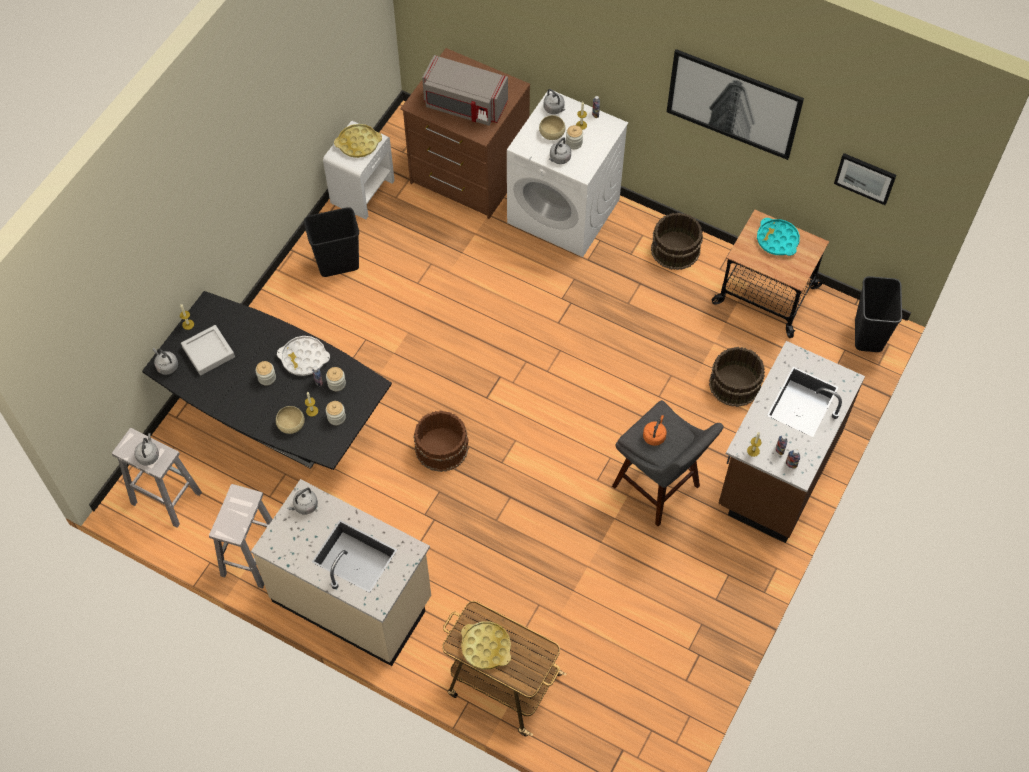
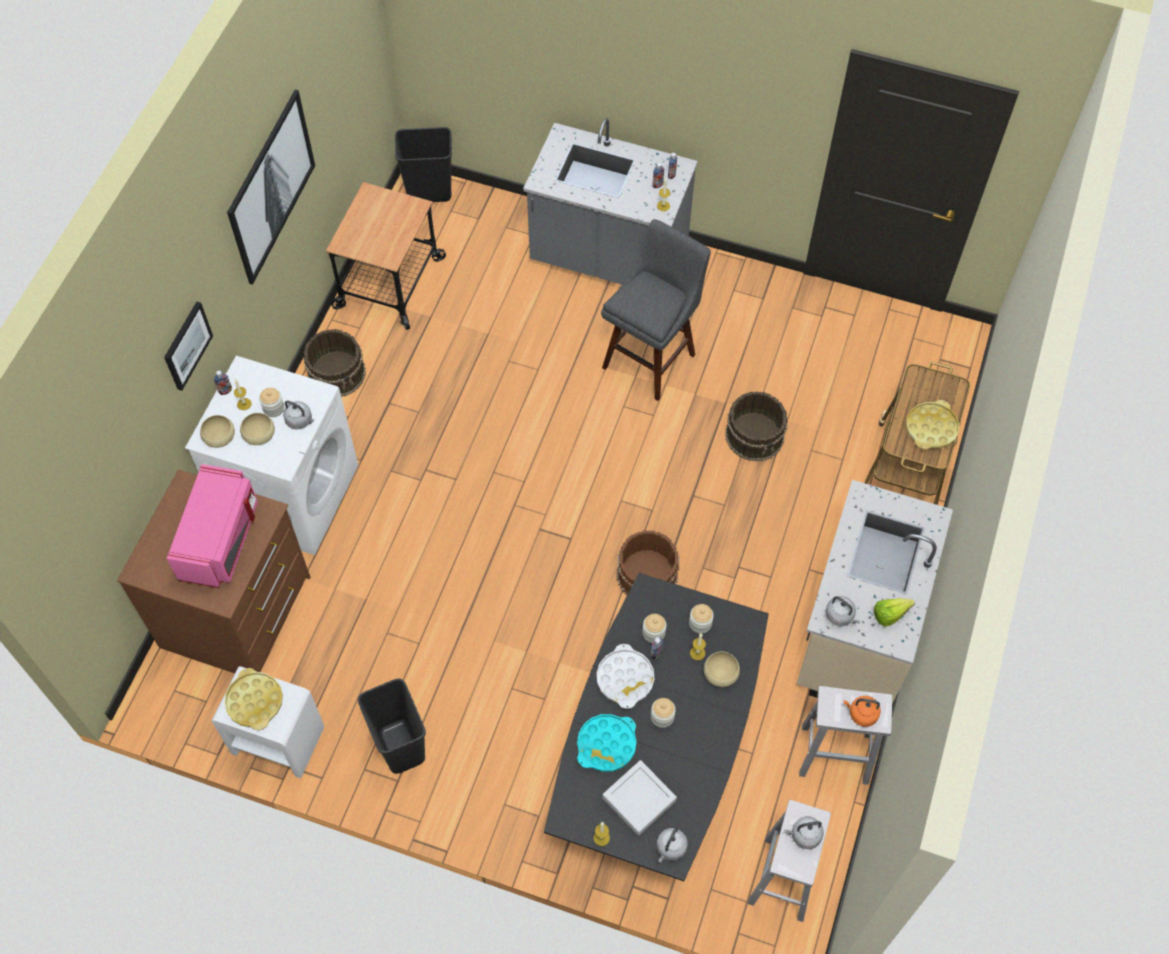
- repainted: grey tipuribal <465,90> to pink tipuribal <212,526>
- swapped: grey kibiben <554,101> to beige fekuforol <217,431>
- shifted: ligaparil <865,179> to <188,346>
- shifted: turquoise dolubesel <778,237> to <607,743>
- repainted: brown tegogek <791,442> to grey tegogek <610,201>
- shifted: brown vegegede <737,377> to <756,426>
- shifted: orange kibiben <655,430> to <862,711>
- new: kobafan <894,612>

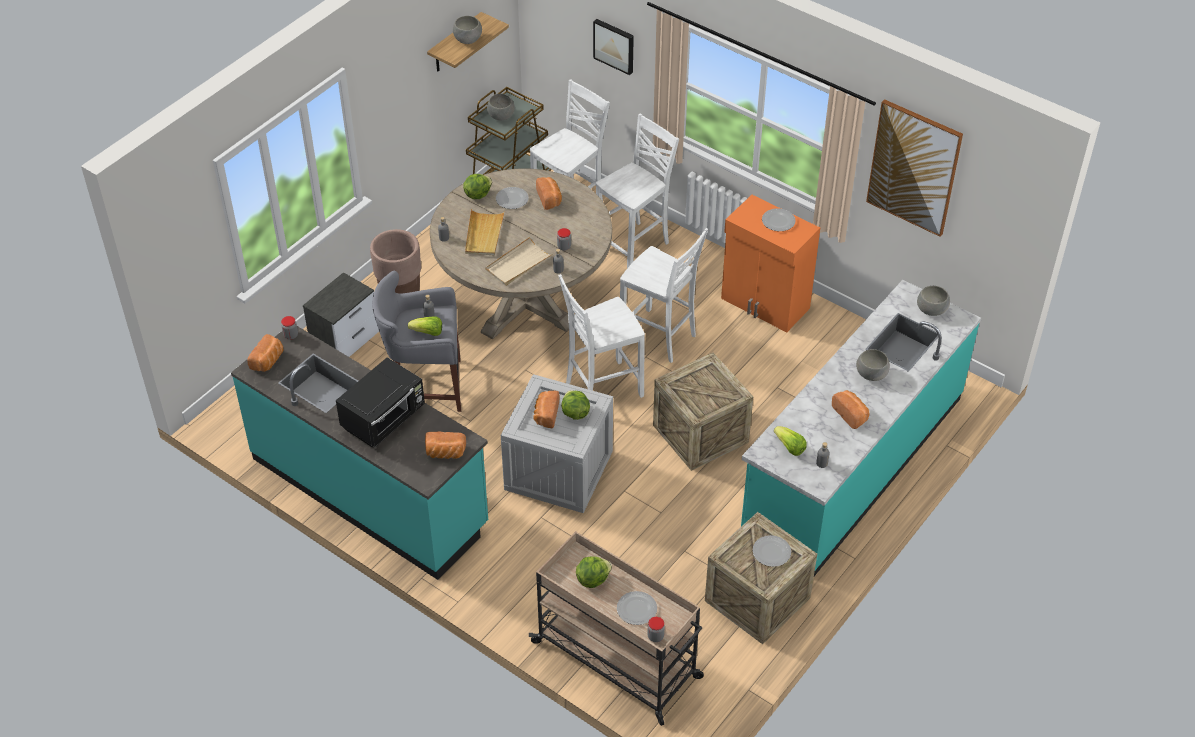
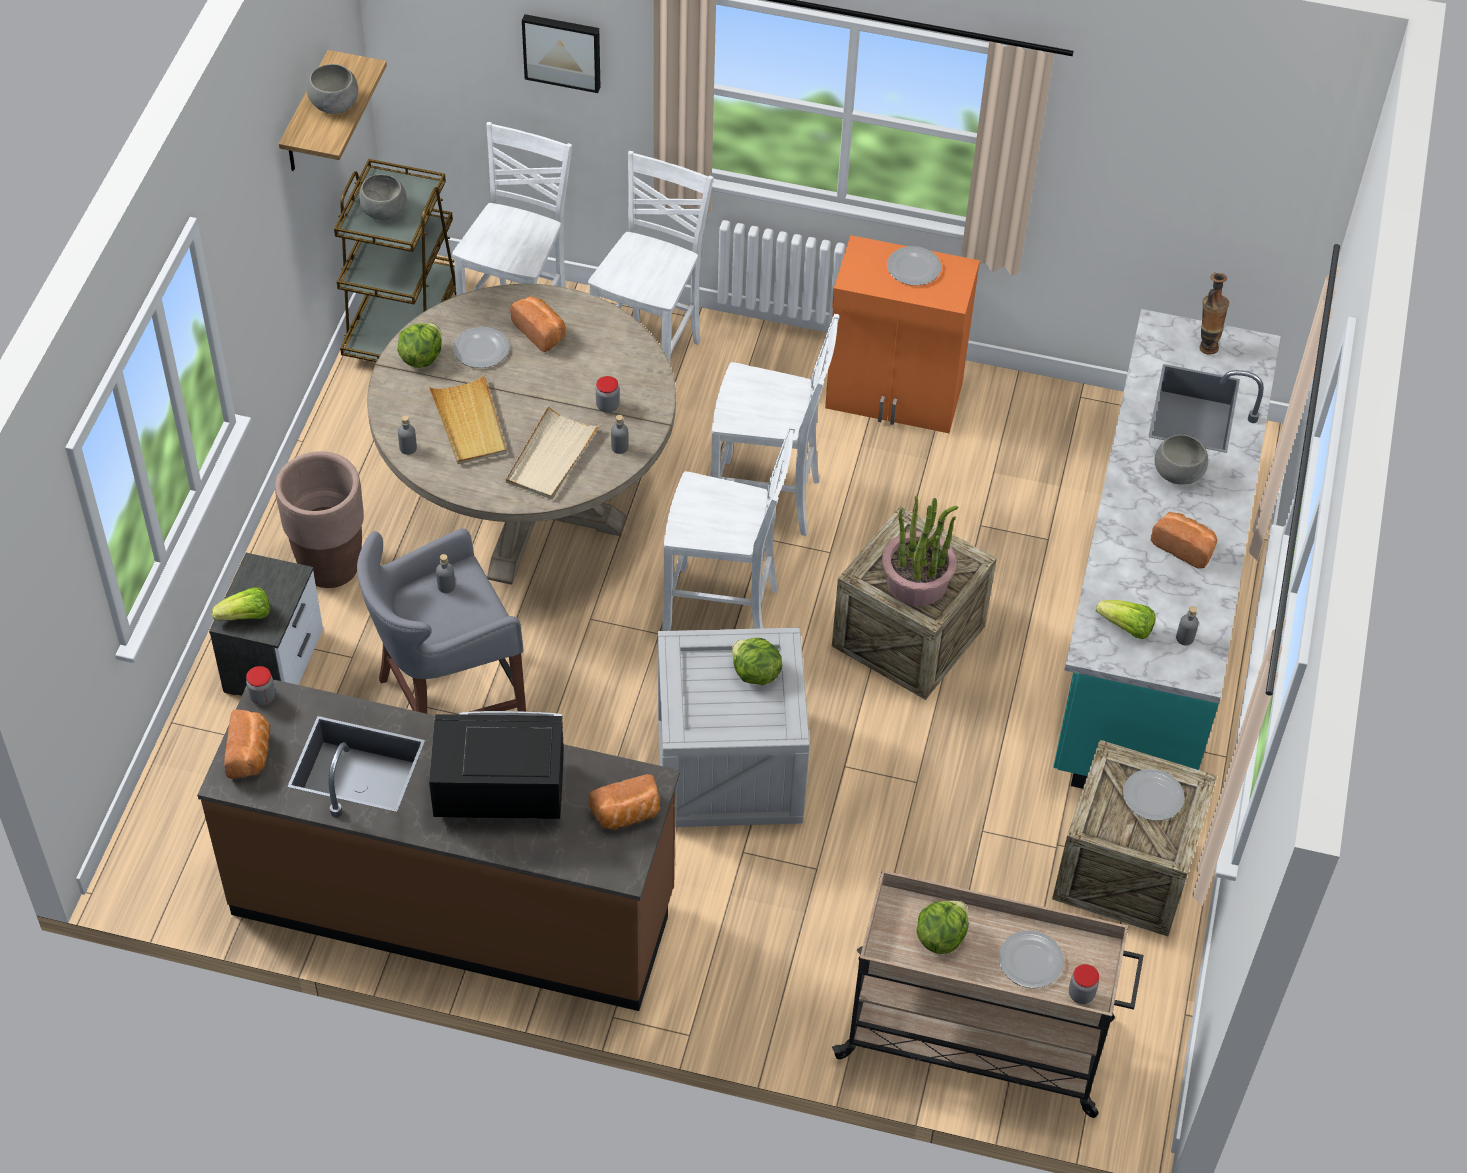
- gone: ligaparil <914,168>
- rotated: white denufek <601,336> = <728,528> 120 degrees counterclockwise
- swapped: grey fekuforol <933,301> to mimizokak <1214,314>
- shifted: kobafan <425,326> to <241,603>
- repainted: turquoise tegogek <359,453> to brown tegogek <438,845>
- rotated: black tipuribal <380,402> = <496,765> 105 degrees counterclockwise
- gone: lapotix <546,409>
- new: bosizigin <920,551>

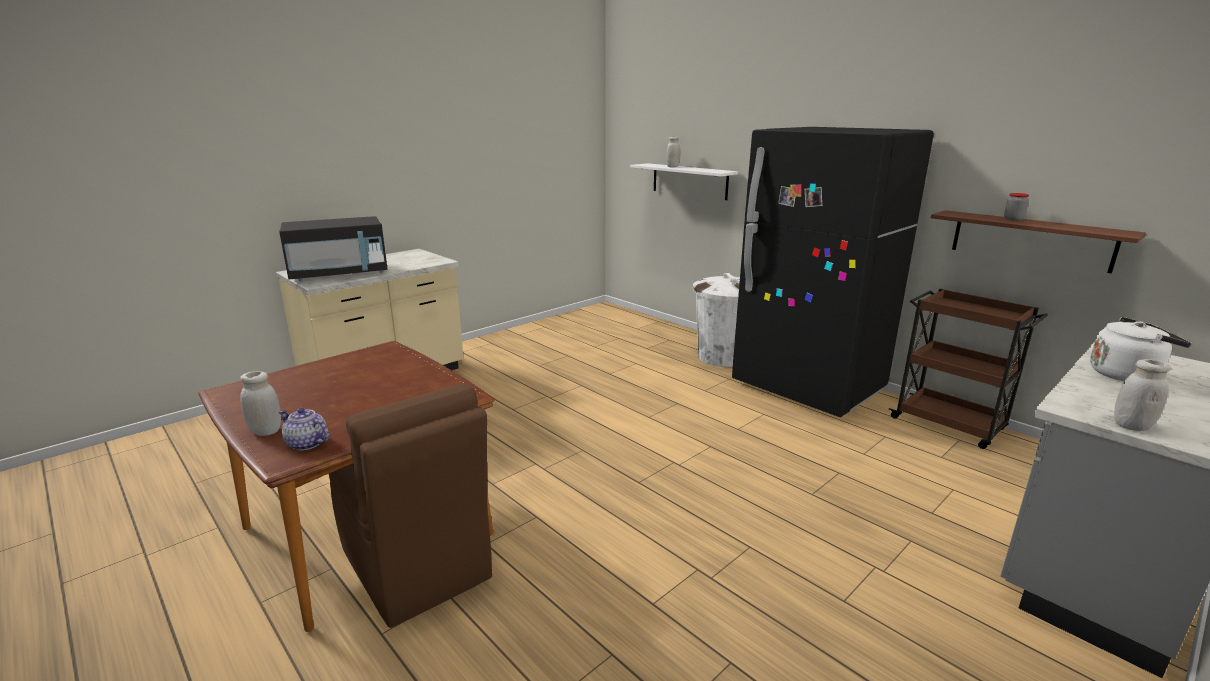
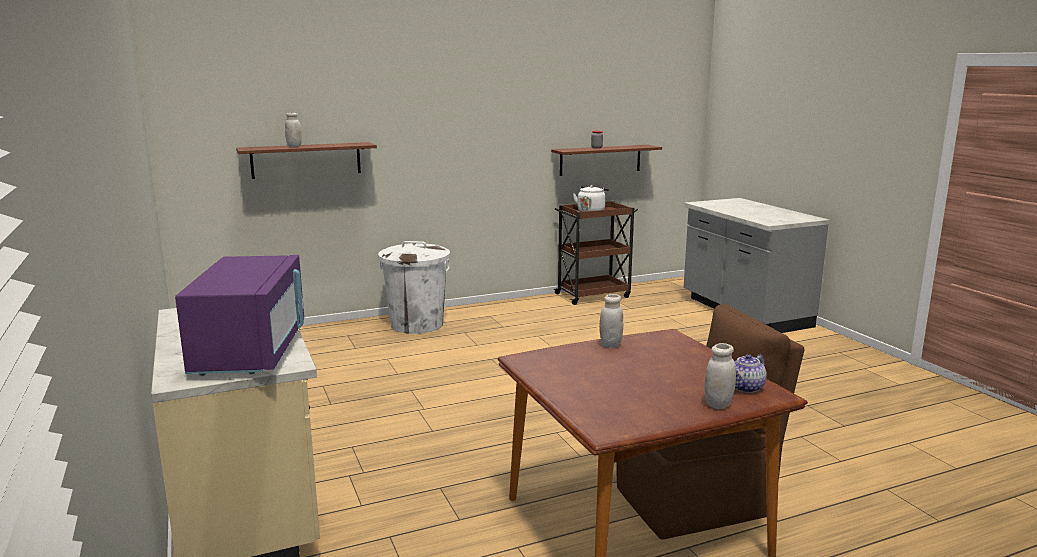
- gone: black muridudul <833,272>
- repainted: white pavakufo <684,181> to brown pavakufo <306,160>
- repainted: black tipuribal <333,248> to purple tipuribal <239,315>
- shifted: white kibiben <1141,349> to <591,198>
- shifted: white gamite <1142,395> to <611,321>

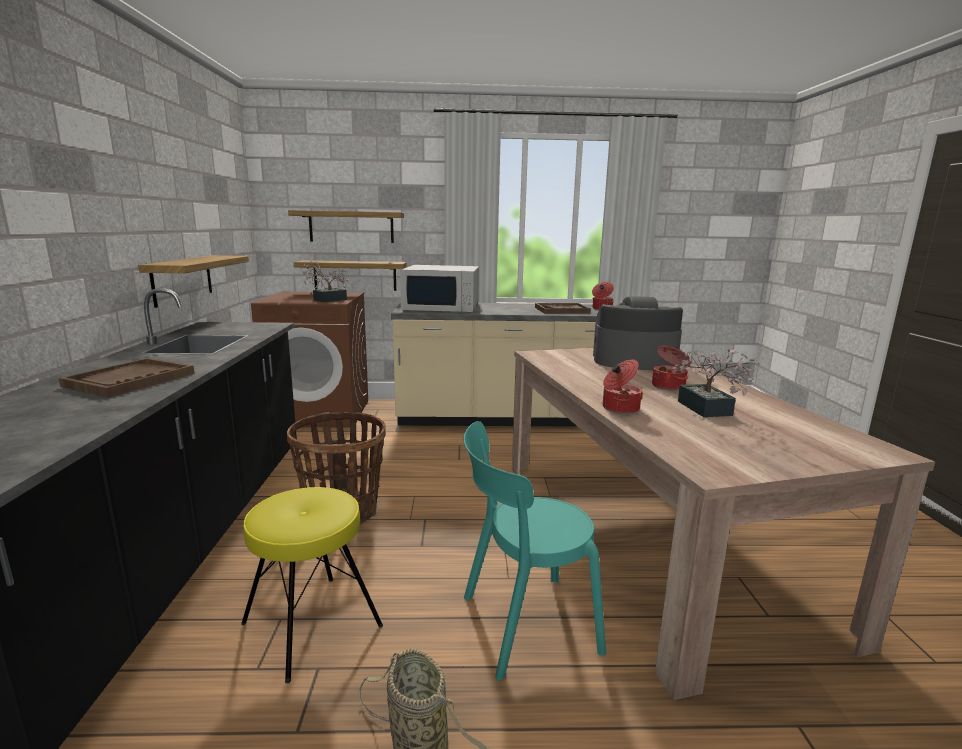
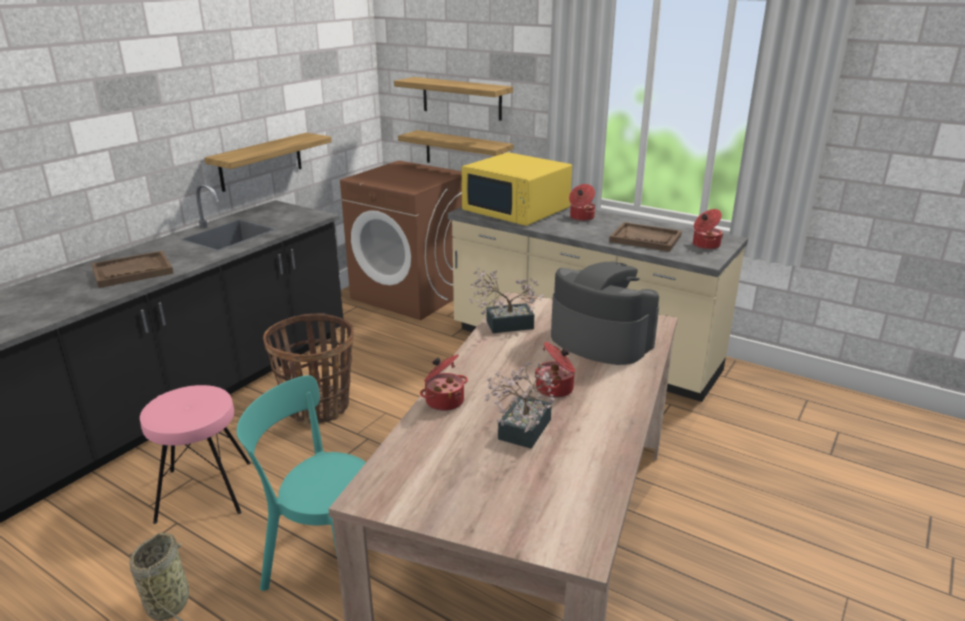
- shifted: bosizigin <326,282> to <506,300>
- repainted: white tipuribal <439,288> to yellow tipuribal <517,189>
- repainted: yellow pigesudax <312,585> to pink pigesudax <195,454>
- new: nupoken <582,202>

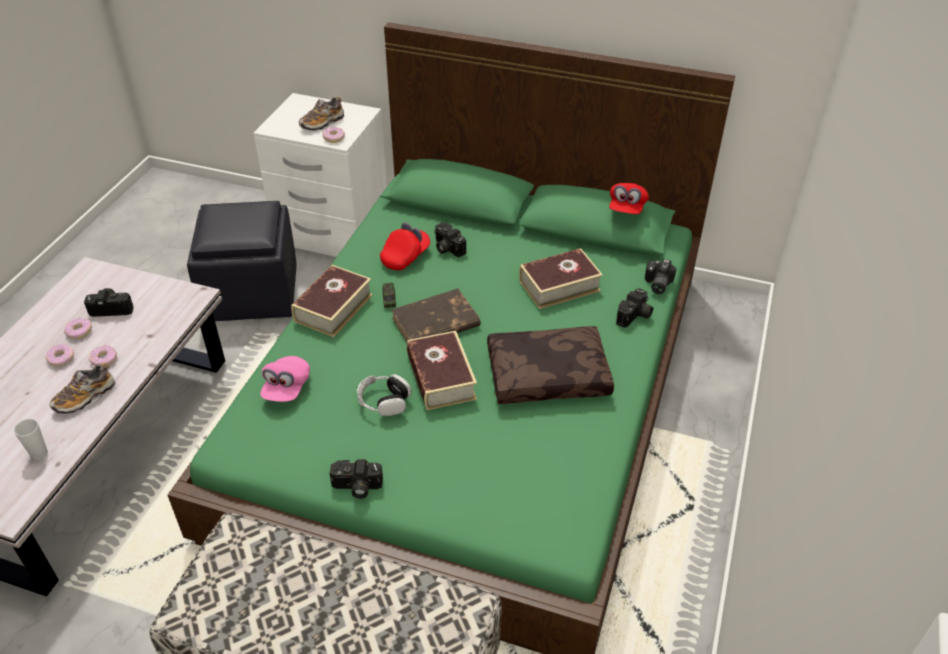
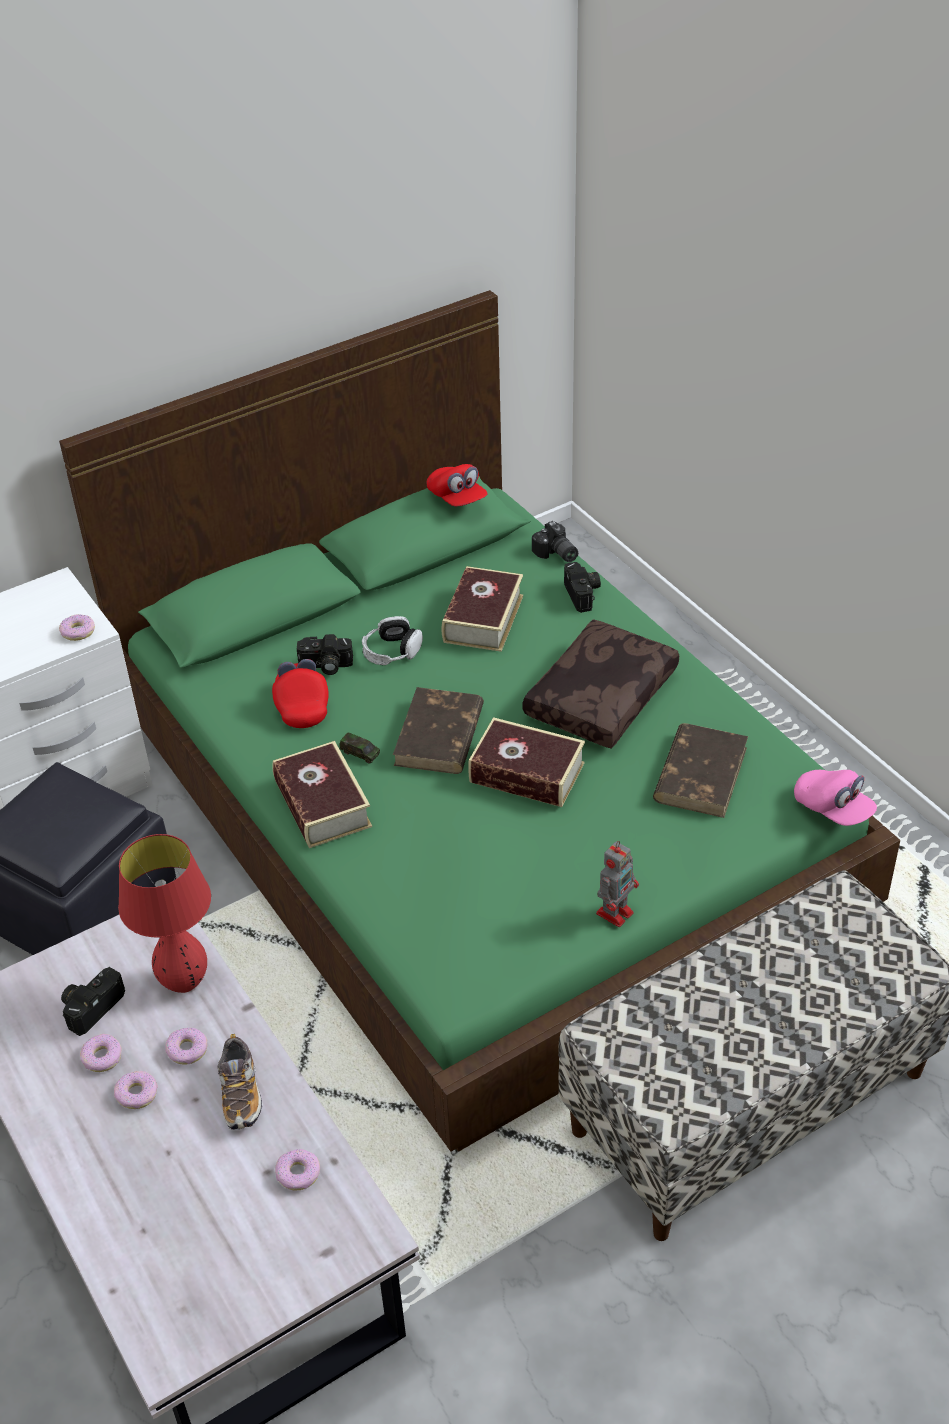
- gone: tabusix <322,113>
- shifted: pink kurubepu <285,379> to <835,798>
- shifted: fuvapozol <384,395> to <392,640>
- swapped: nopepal <31,439> to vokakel <297,1169>
- swapped: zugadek <356,479> to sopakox <617,884>
- new: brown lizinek <700,770>
- new: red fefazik <164,913>

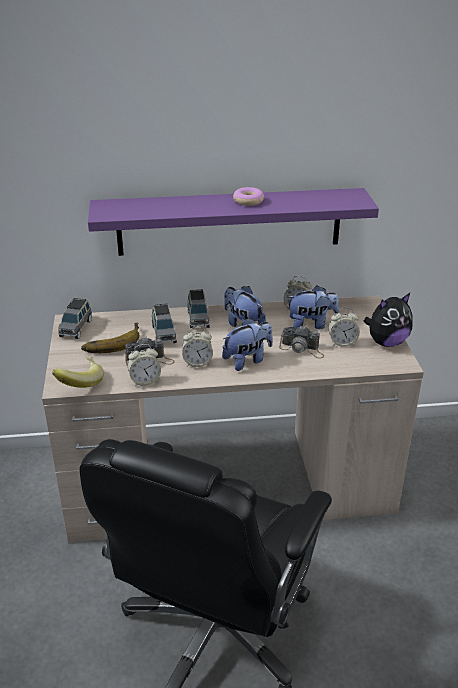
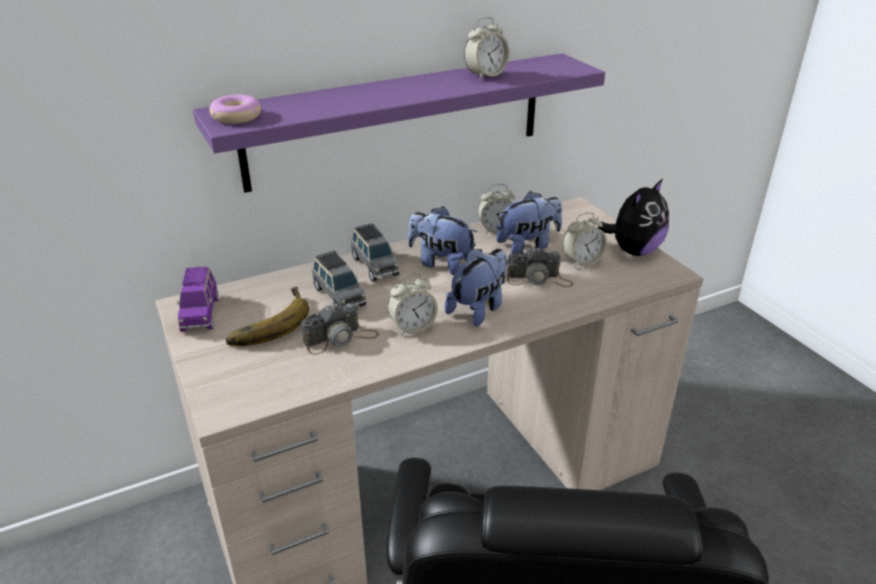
- shifted: vokakel <248,196> to <235,109>
- repainted: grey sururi <75,318> to purple sururi <197,299>
- shifted: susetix <144,365> to <487,48>
- gone: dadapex <78,372>

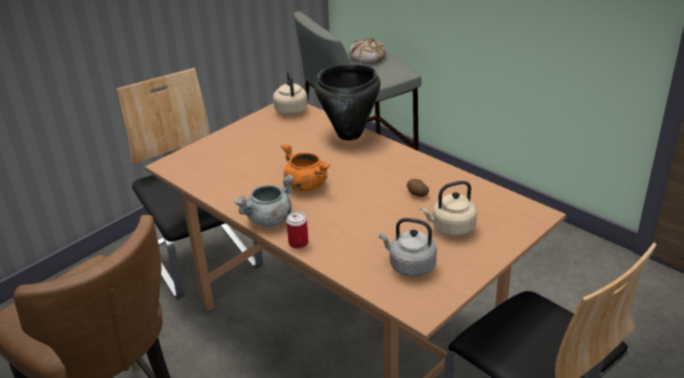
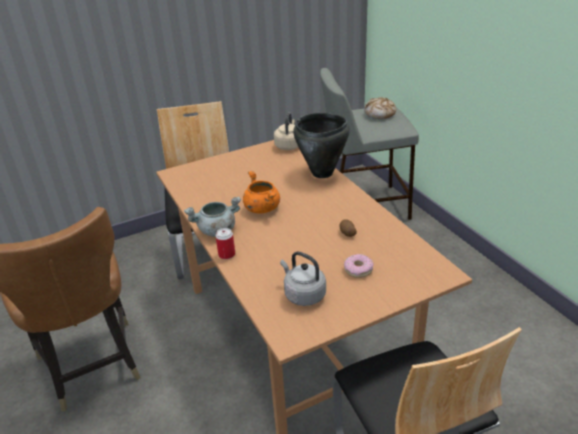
- swapped: beige kibiben <449,209> to vokakel <359,266>

